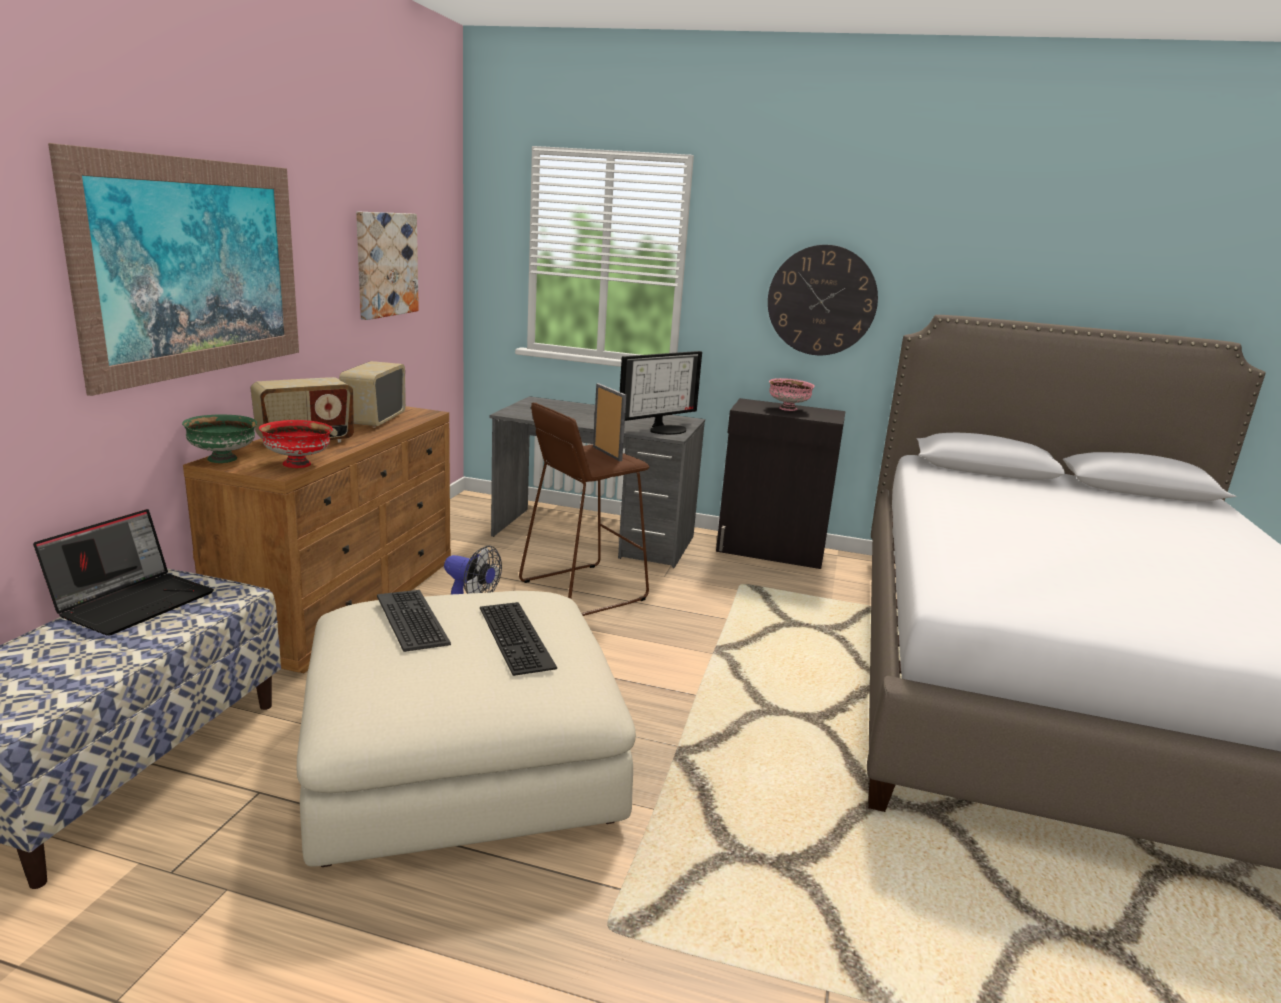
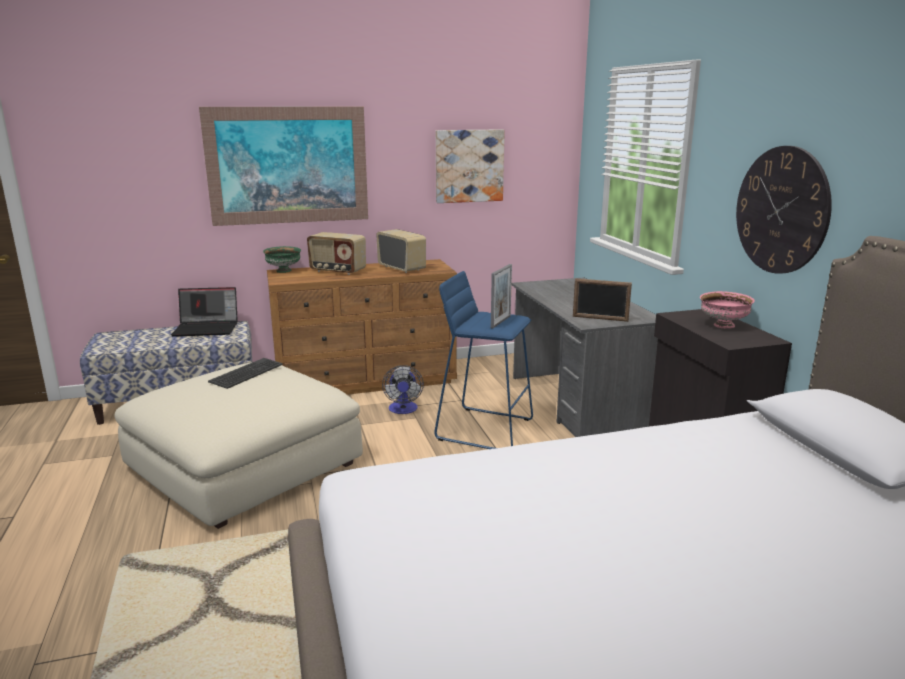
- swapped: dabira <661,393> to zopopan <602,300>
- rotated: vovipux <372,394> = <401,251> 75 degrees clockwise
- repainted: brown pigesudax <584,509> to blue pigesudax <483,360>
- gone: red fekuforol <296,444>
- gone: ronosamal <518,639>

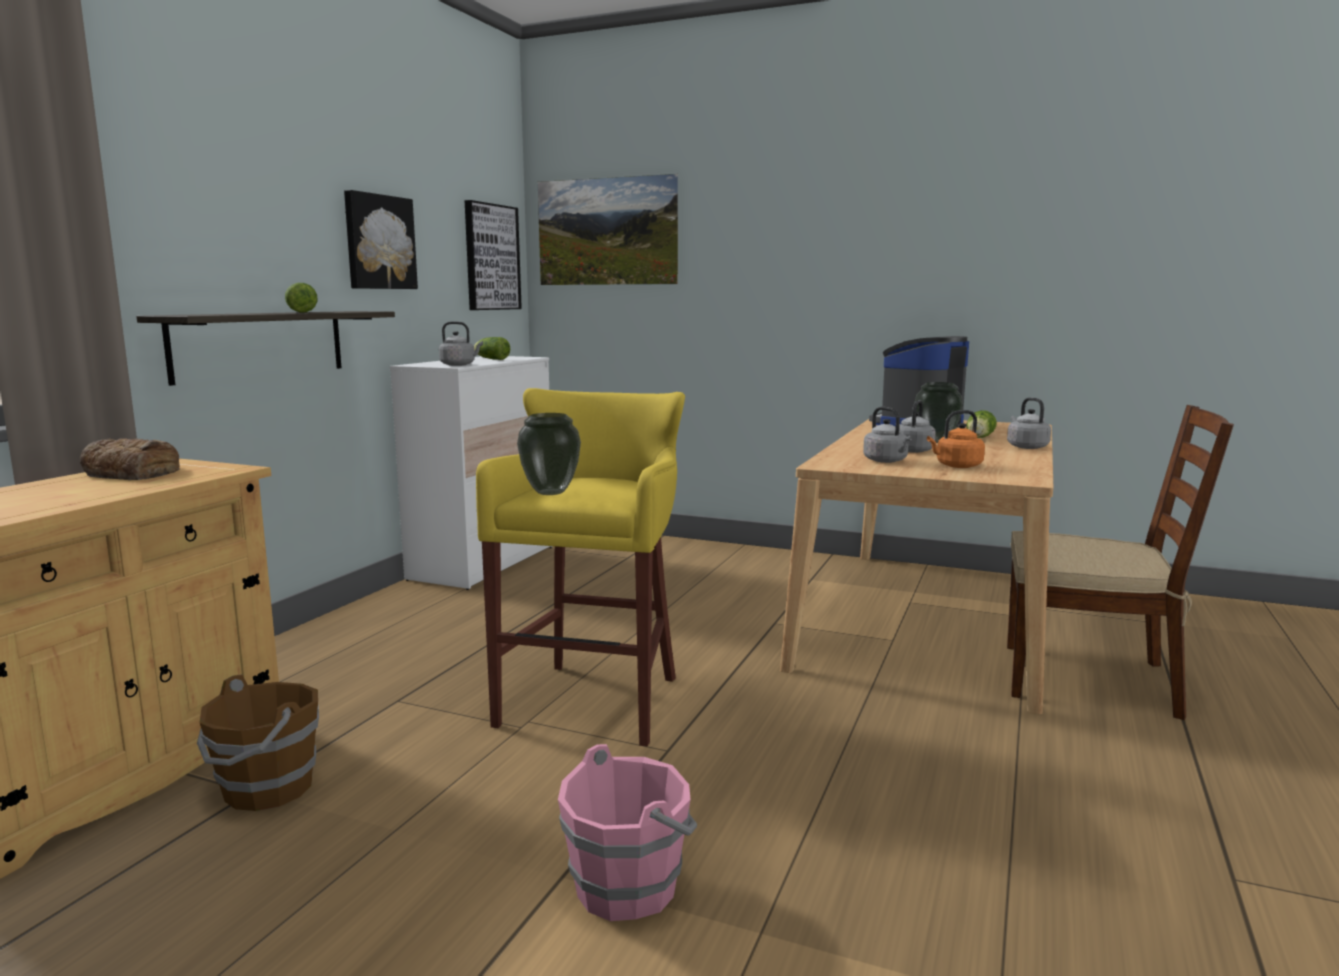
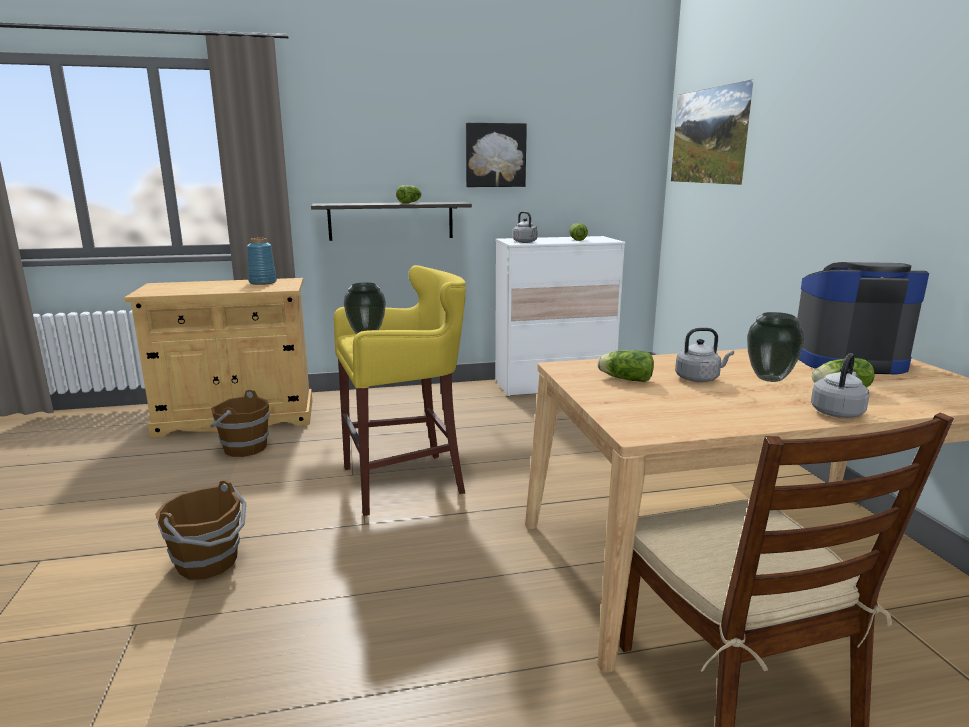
- gone: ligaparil <493,255>
- swapped: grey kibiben <887,435> to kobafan <626,366>
- gone: orange kibiben <956,439>
- swapped: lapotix <130,459> to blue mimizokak <262,261>
- repainted: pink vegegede <627,832> to brown vegegede <200,530>

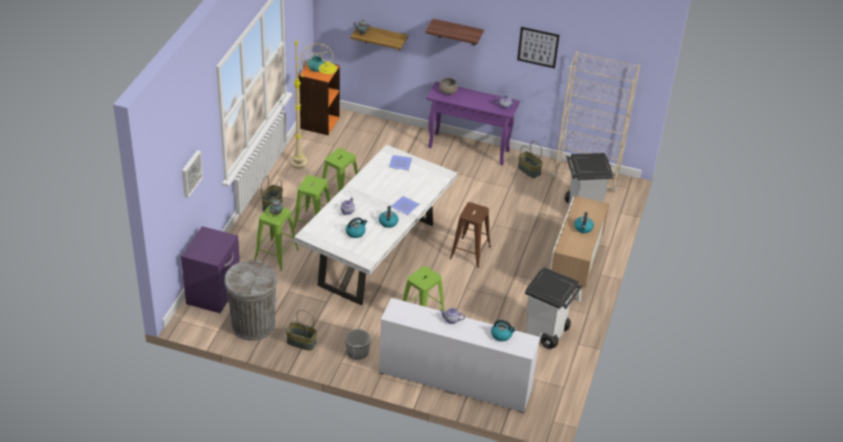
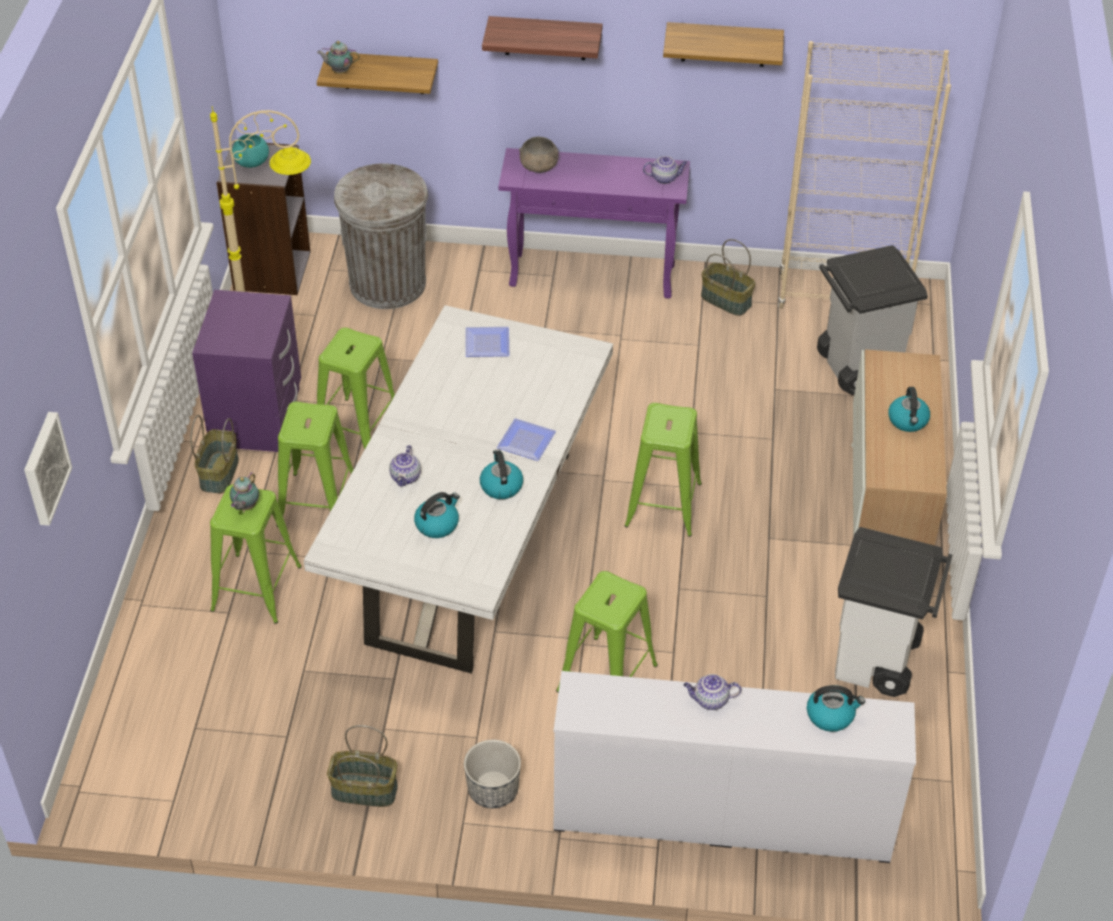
- swapped: ligaparil <538,47> to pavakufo <723,44>
- repainted: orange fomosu <319,98> to grey fomosu <264,217>
- repainted: brown pigesudax <470,235> to green pigesudax <663,470>
- shifted: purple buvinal <210,269> to <246,371>
- shifted: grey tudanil <250,300> to <381,236>

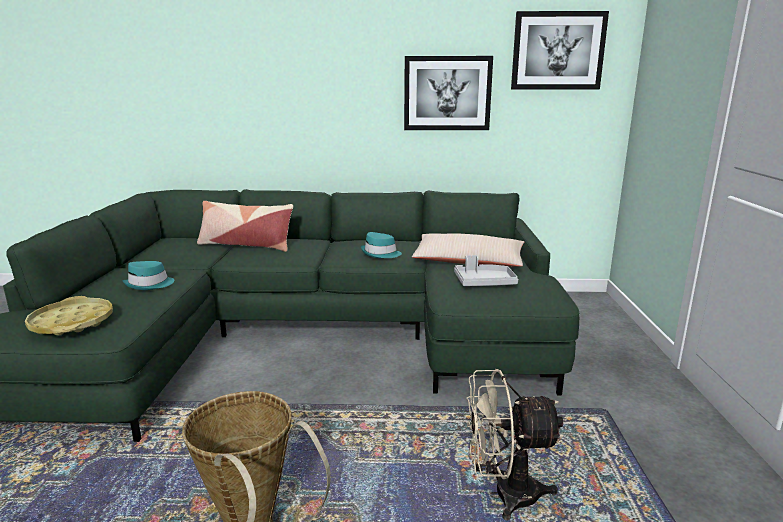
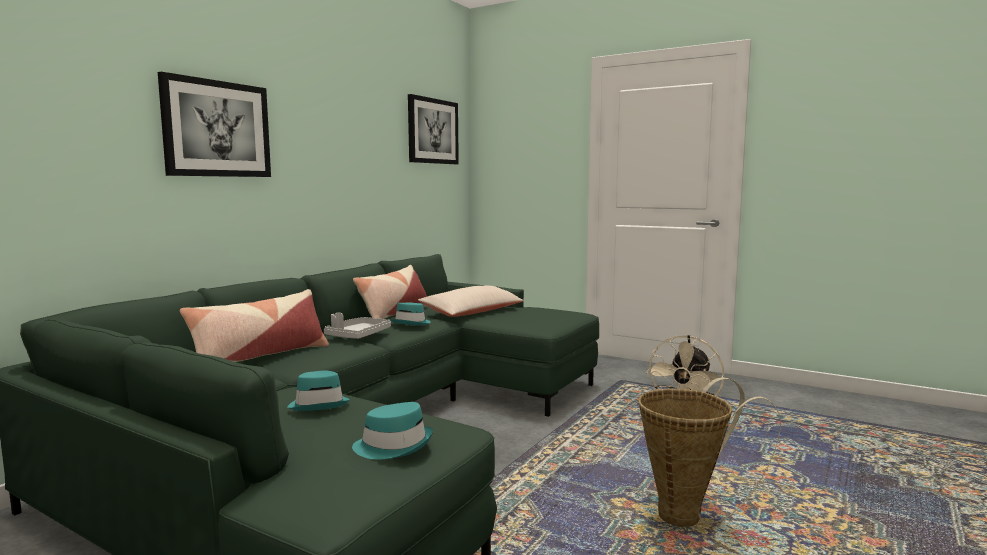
- shifted: ligaparil <448,93> to <214,124>
- shifted: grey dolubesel <486,270> to <357,326>
- swapped: yellow dolubesel <69,315> to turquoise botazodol <392,430>
- new: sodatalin <390,292>

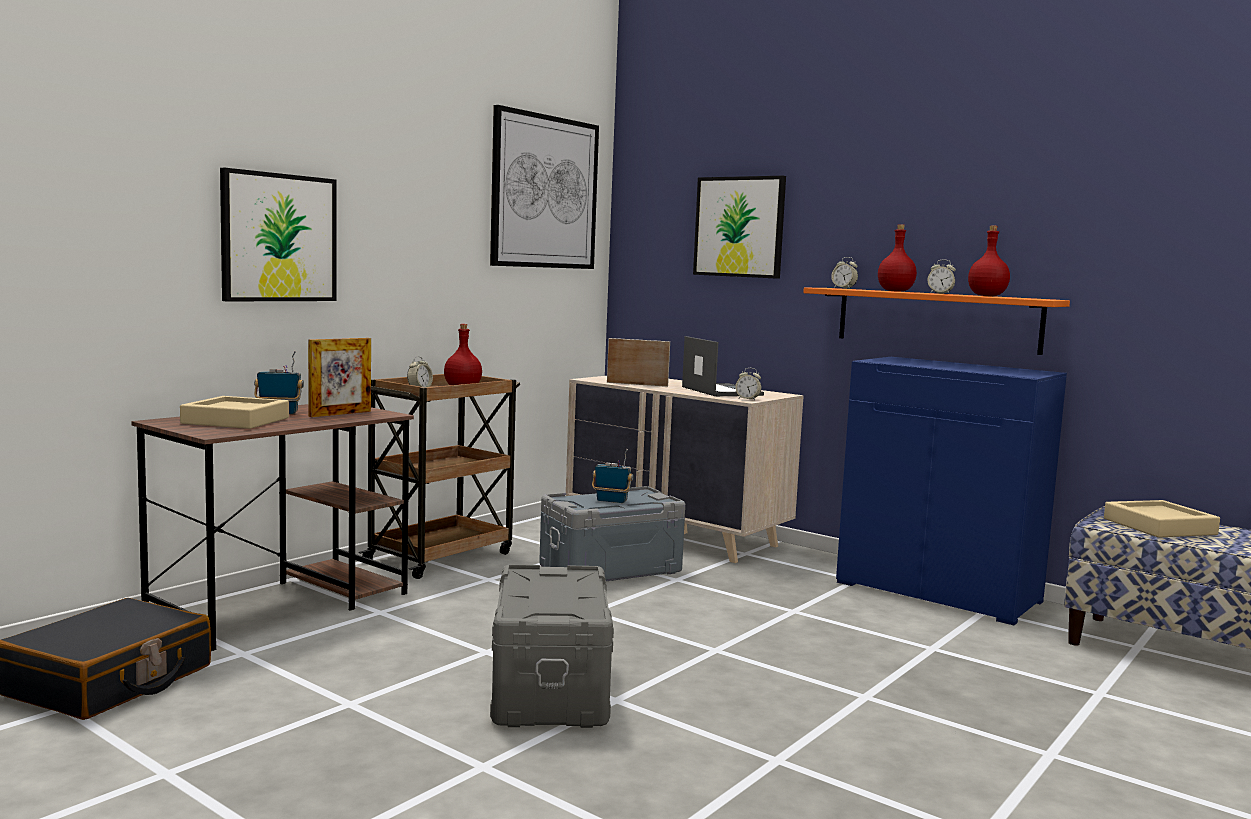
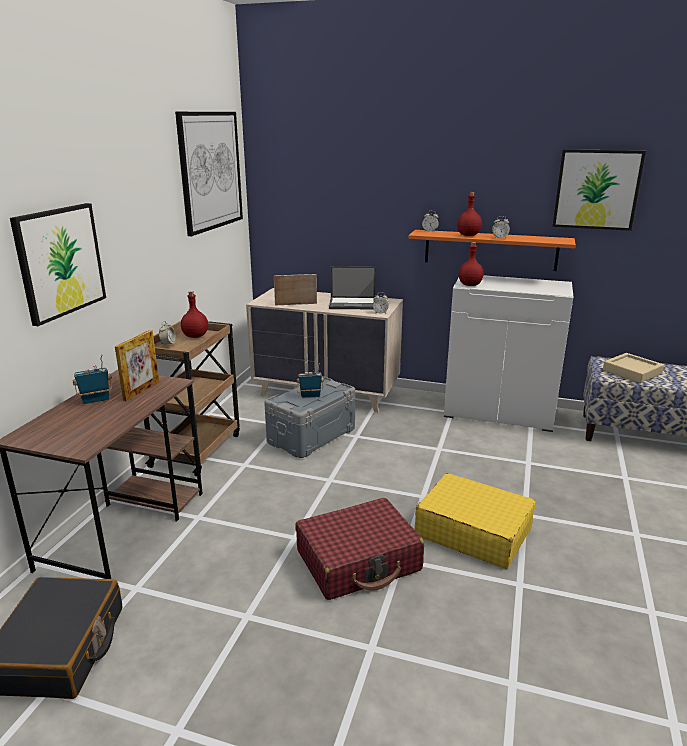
- shifted: ligaparil <739,227> to <599,190>
- shifted: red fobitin <989,261> to <471,264>
- rotated: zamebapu <723,366> = <352,287> 135 degrees clockwise
- repainted: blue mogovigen <951,491> to white mogovigen <508,353>
- gone: beige dolubesel <234,412>
- swapped: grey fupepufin <552,646> to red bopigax <359,549>
- new: yellow bopigax <475,521>

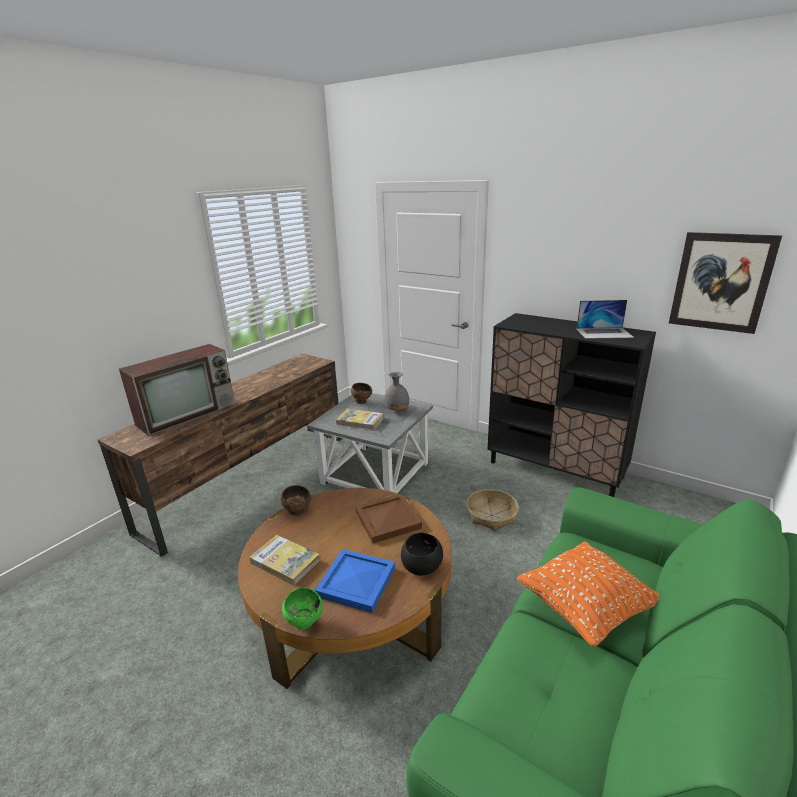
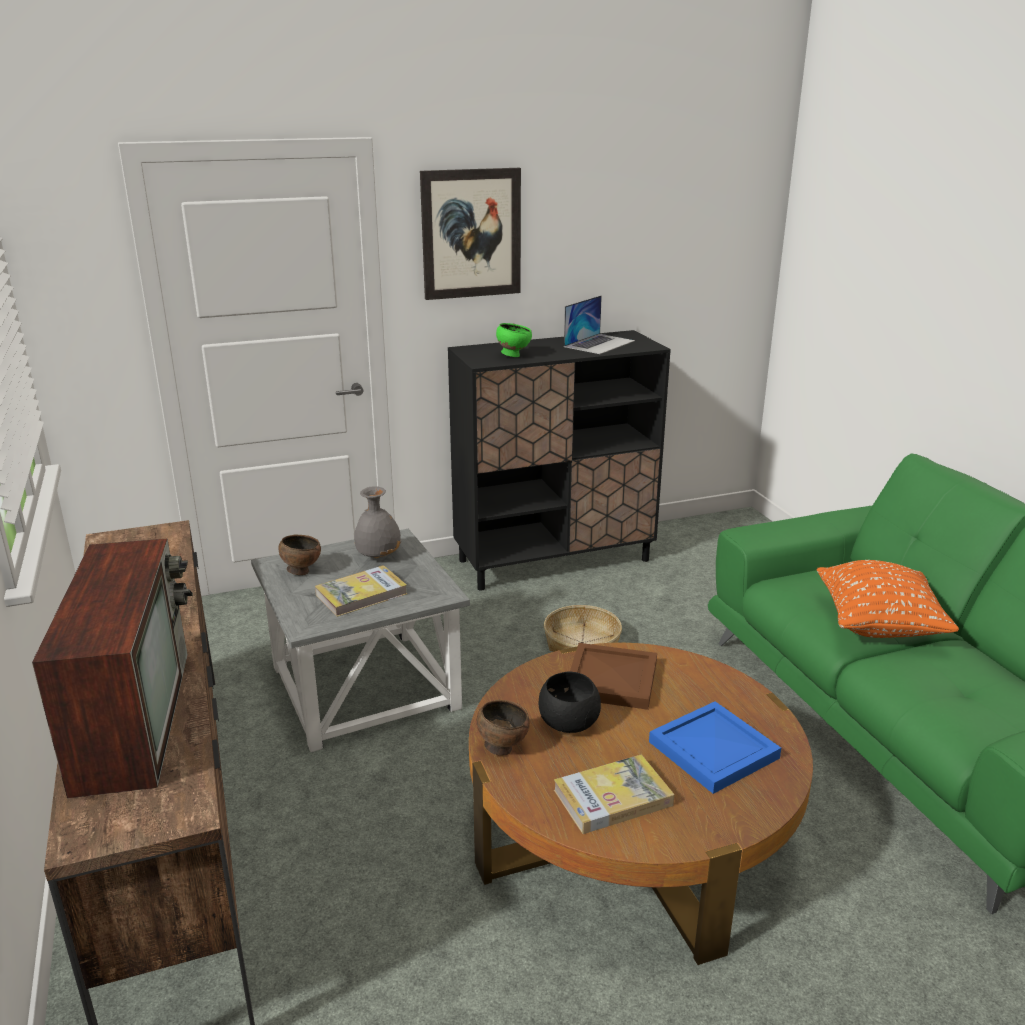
- shifted: ligaparil <725,283> to <470,234>
- shifted: black fekuforol <422,554> to <570,702>
- shifted: green fekuforol <302,609> to <514,340>

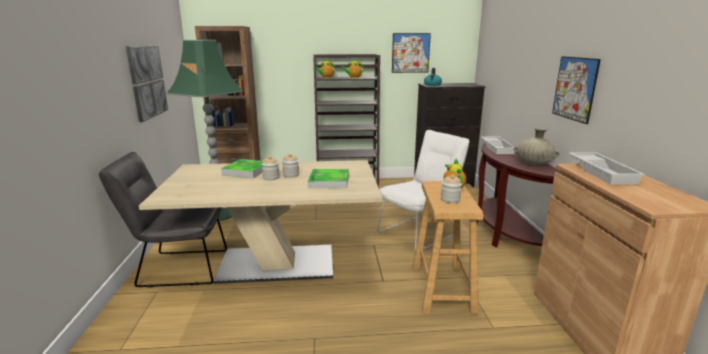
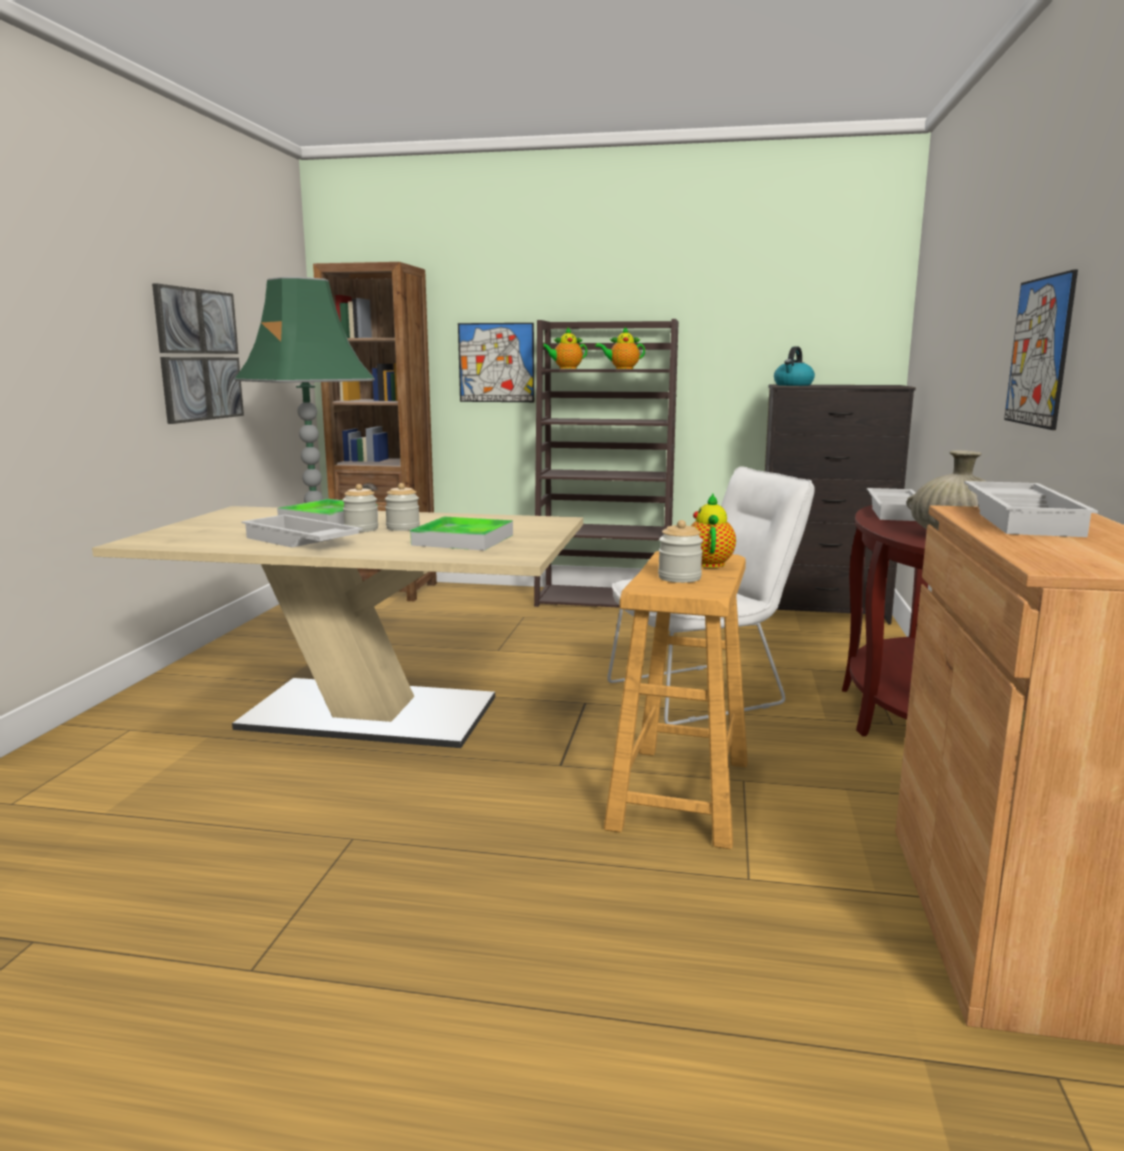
- shifted: ligaparil <411,53> to <496,362>
- gone: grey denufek <163,220>
- new: white dolubesel <302,530>

